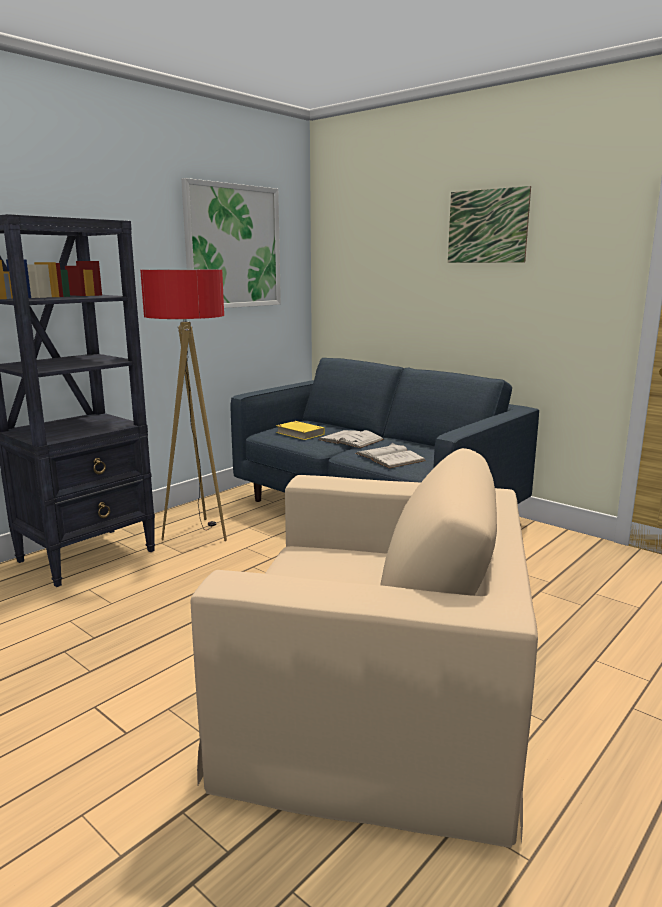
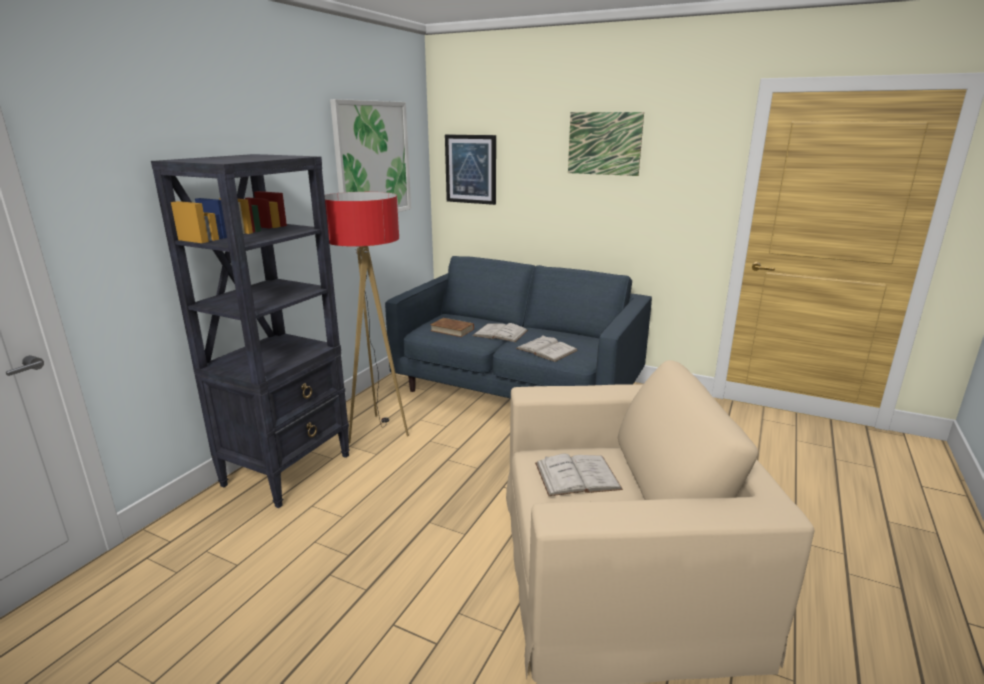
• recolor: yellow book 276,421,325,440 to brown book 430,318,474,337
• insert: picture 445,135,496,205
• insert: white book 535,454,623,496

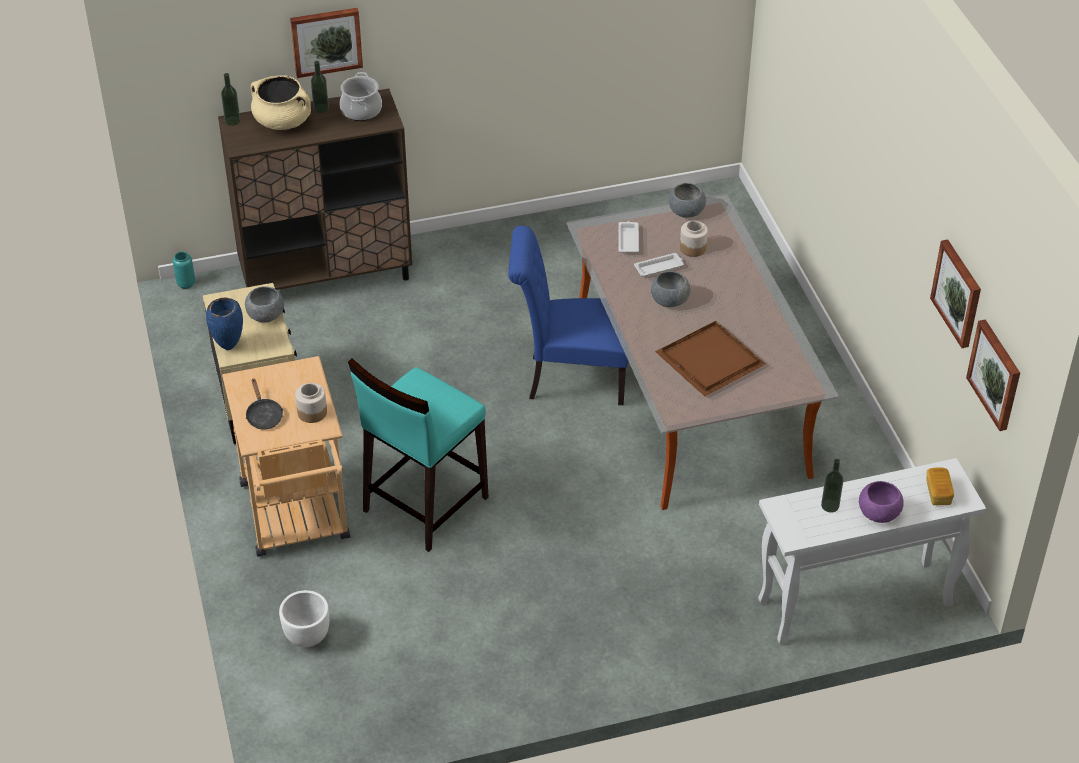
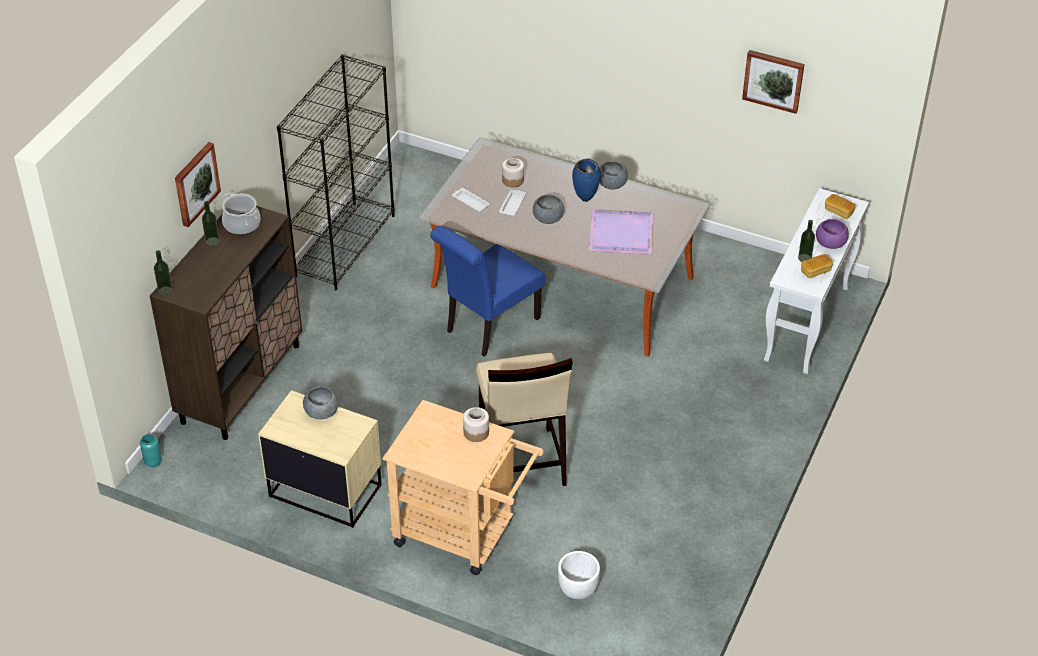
• insert: black bookcase 277,54,395,290
• recolor: turquoise stool 348,358,489,552 to beige stool 476,353,573,486
• move: blue vase 206,298,243,350 to 572,159,601,202
• recolor: brown tray 655,321,765,396 to purple tray 589,210,653,255
• move: grey bowl 669,183,706,217 to 599,161,628,189
• insert: bread 801,254,833,278
• delete: black frying pan 246,378,283,429
• delete: beige cooking pot 251,75,311,130
• delete: picture 966,319,1020,431

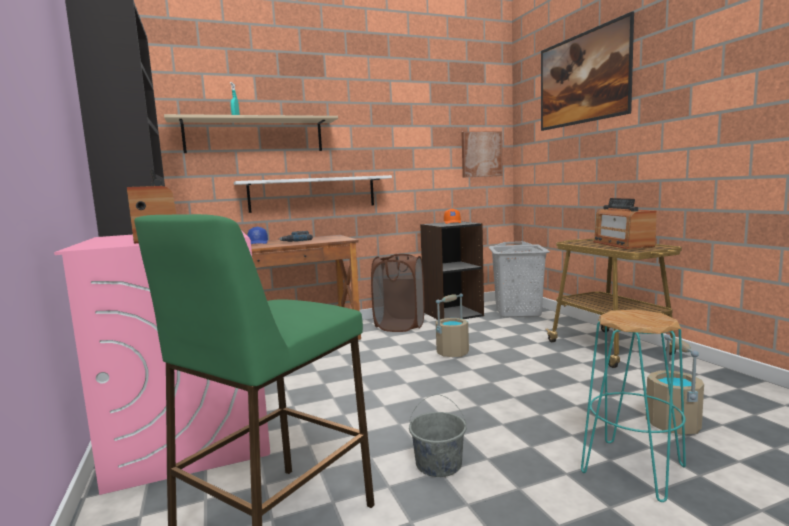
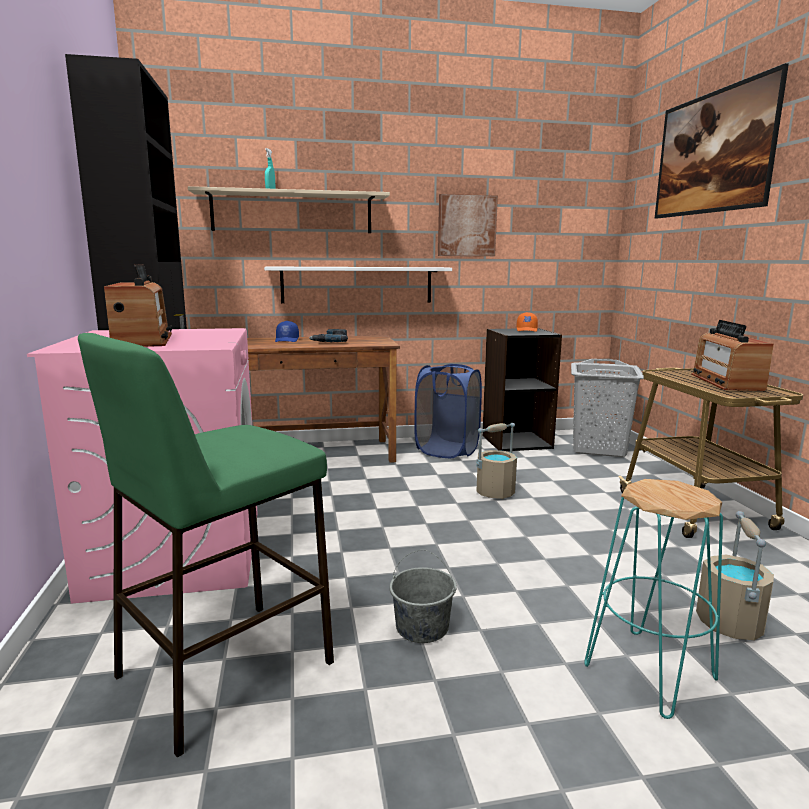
• recolor: brown laundry basket 371,254,424,332 to blue laundry basket 414,364,482,458
• move: picture 462,132,503,178 to 438,194,498,256

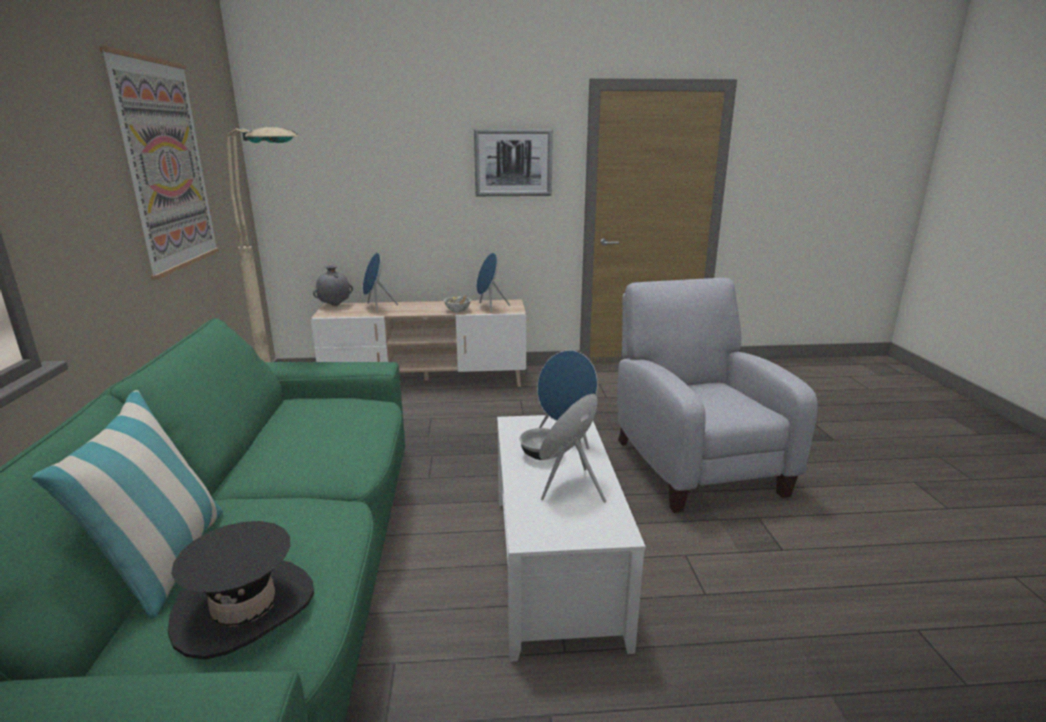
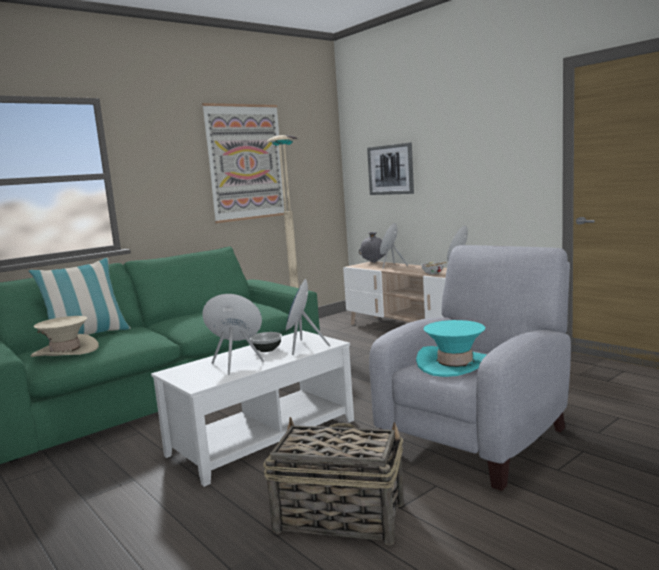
• recolor: black hat 168,521,314,660 to beige hat 31,316,99,357
• insert: basket 263,417,404,546
• move: picture 474,129,553,196 to 367,142,414,195
• insert: turquoise hat 416,320,486,377

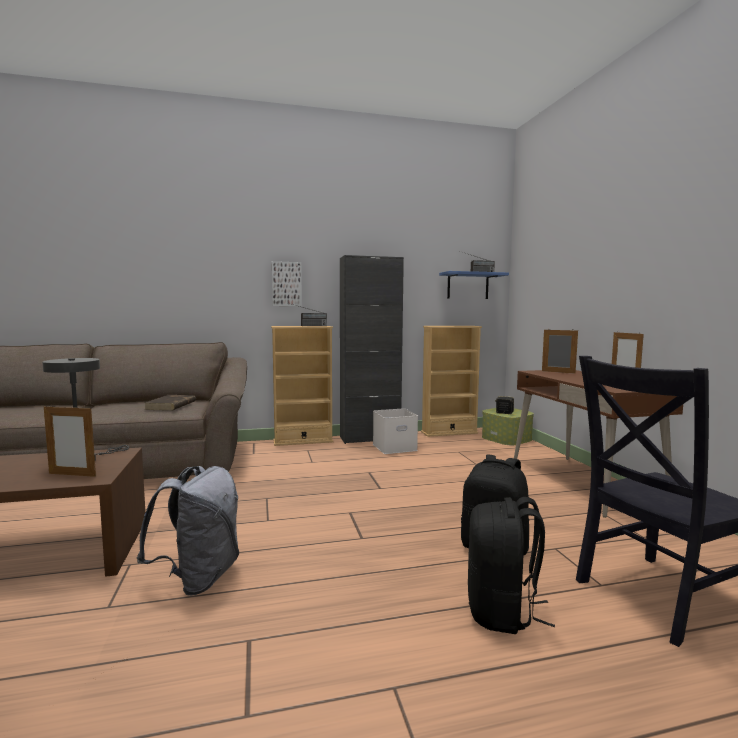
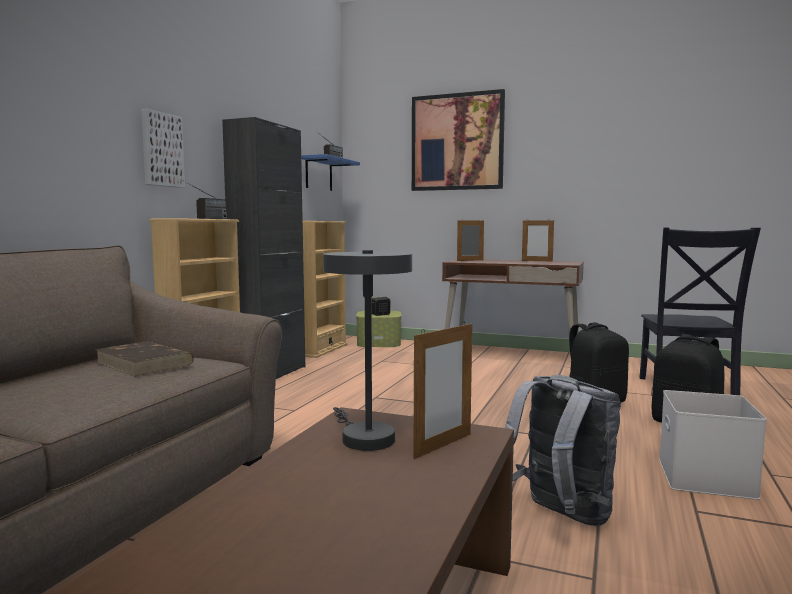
• insert: picture 412,89,505,191
• move: white storage box 373,408,418,454 to 659,390,767,500

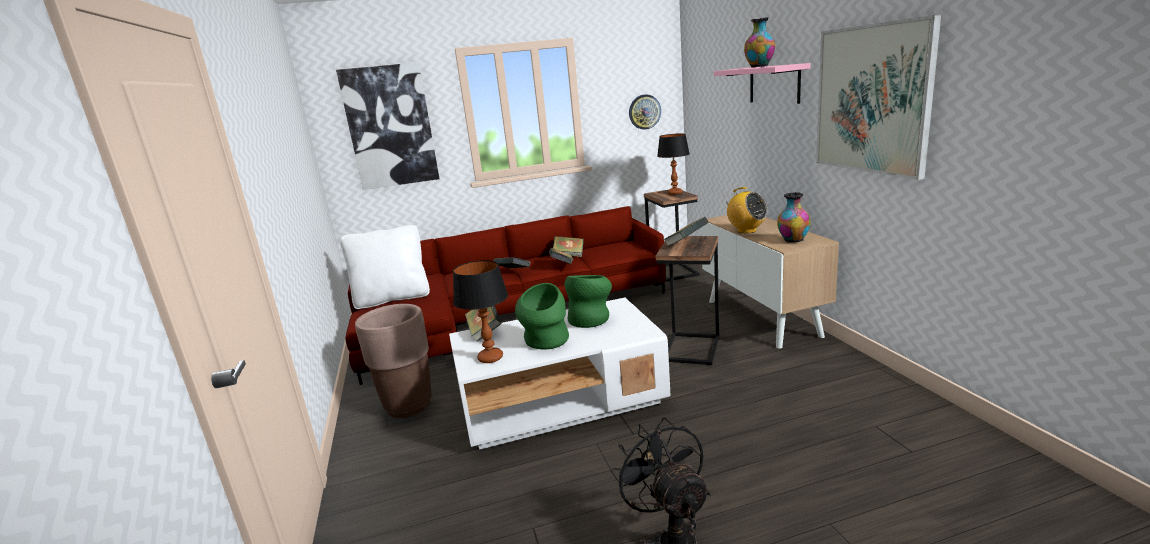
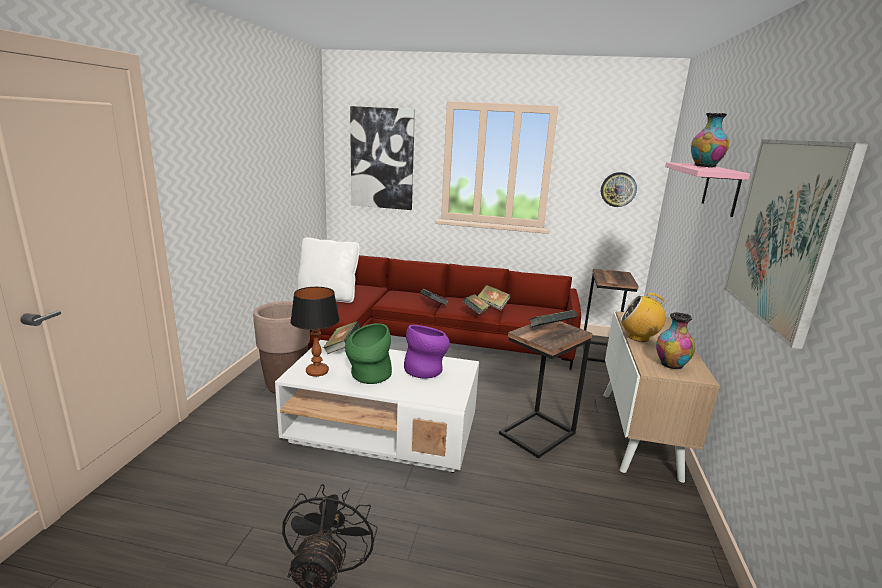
• recolor: green vase 565,275,612,328 to purple vase 404,325,450,379
• rotate: radio 725,187,767,234 = 620,293,666,342 120 degrees clockwise
• delete: table lamp 657,133,690,195

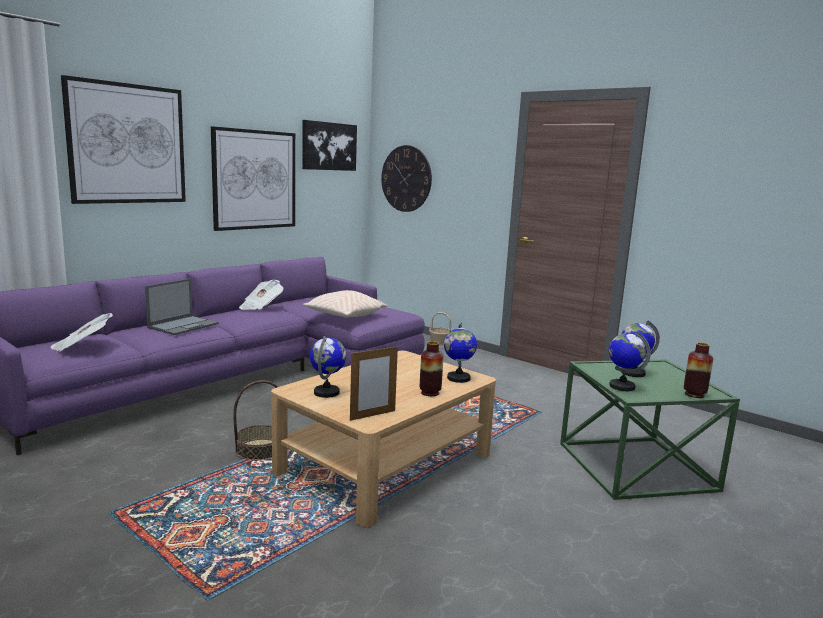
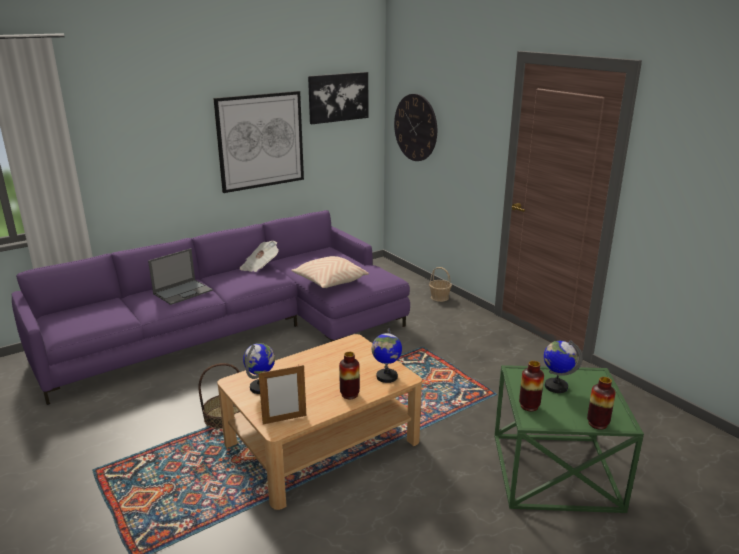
• replace: globe 609,331,651,391 to vase 519,361,544,411
• delete: newspaper 50,313,113,352
• delete: picture 61,75,186,204

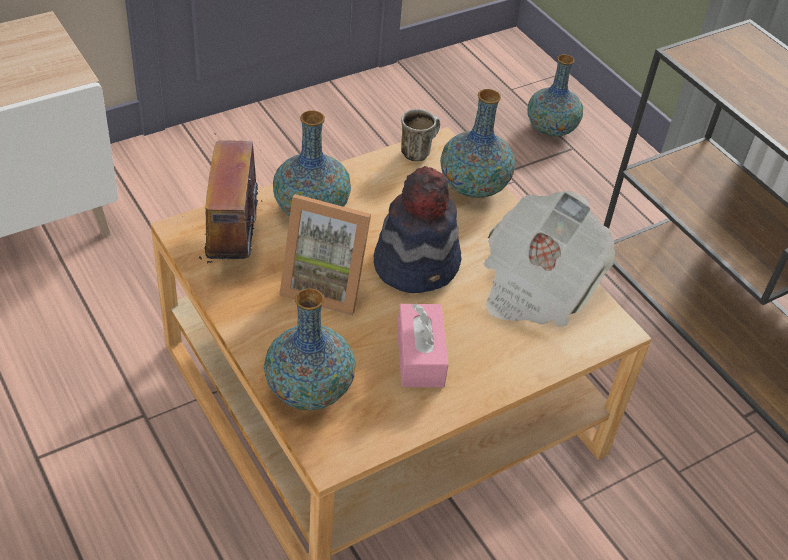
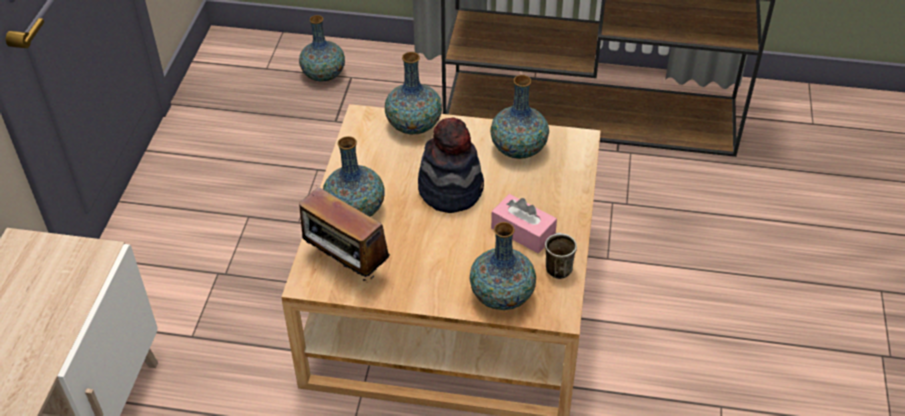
• replace: newspaper 484,191,615,327 to vase 490,75,549,159
• move: mug 401,109,440,161 to 545,233,577,279
• delete: picture frame 279,194,371,316

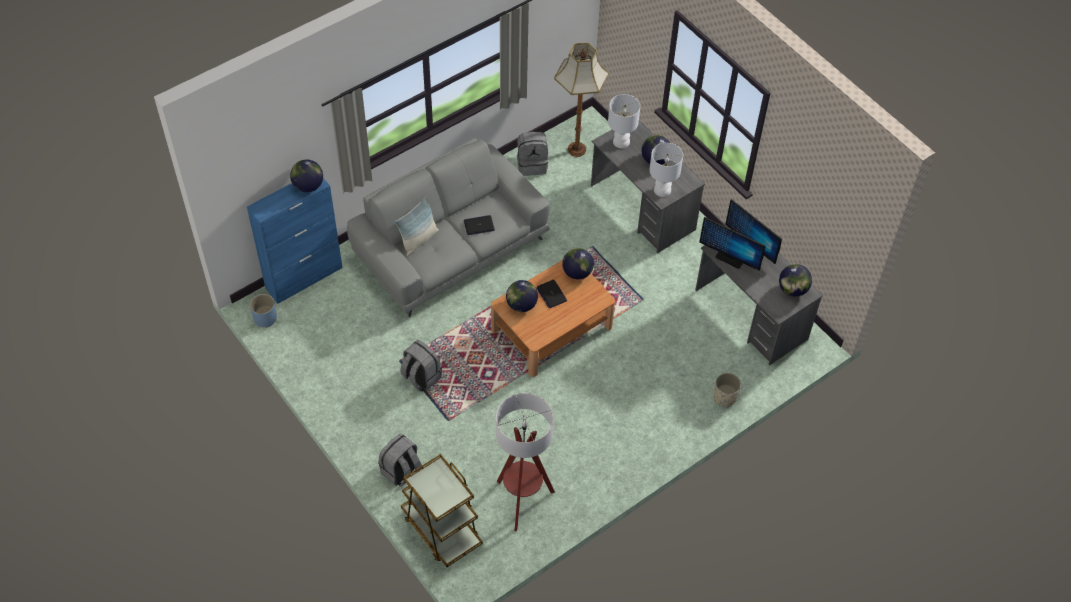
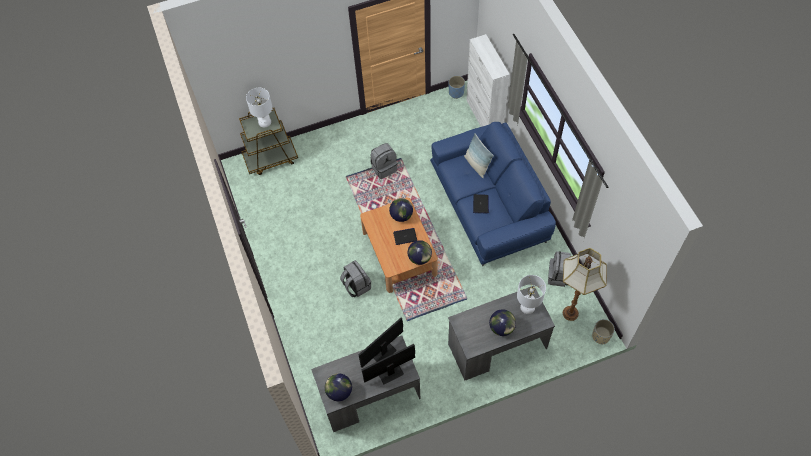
• move: white table lamp 649,143,683,197 to 246,88,273,127
• move: grey backpack 378,433,422,486 to 340,260,371,297
• recolor: grey sofa 347,138,550,317 to blue sofa 430,122,556,266
• recolor: blue cabinet 247,178,343,304 to white cabinet 466,34,510,127
• move: beige planter 713,373,741,407 to 592,319,615,345
• delete: globe 290,159,323,192
• delete: floor lamp 496,393,555,531

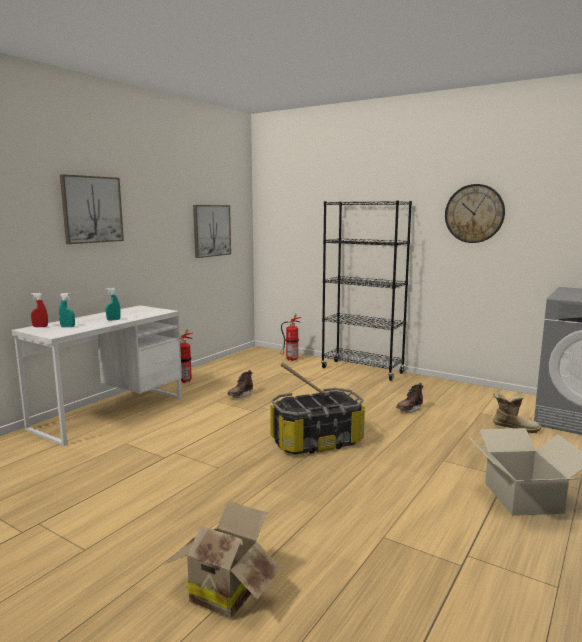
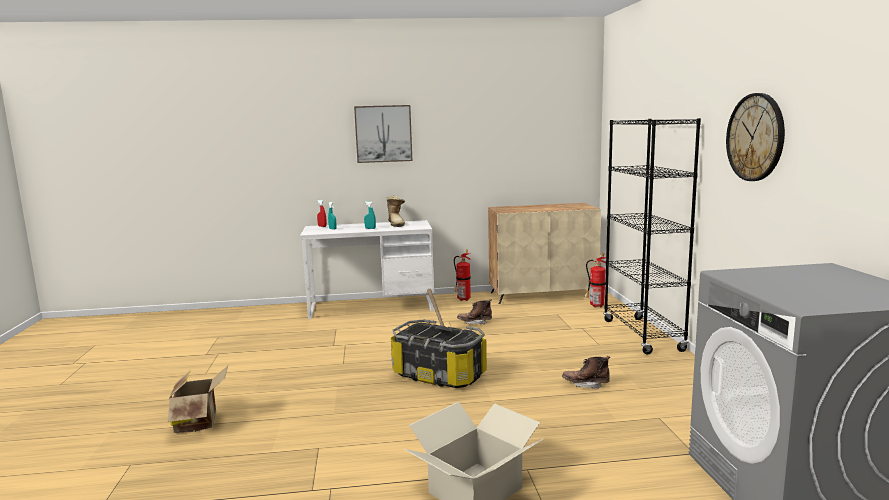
• move: boot 493,392,541,433 to 387,196,405,227
• insert: beige cabinet 488,203,601,304
• delete: picture 193,205,231,258

